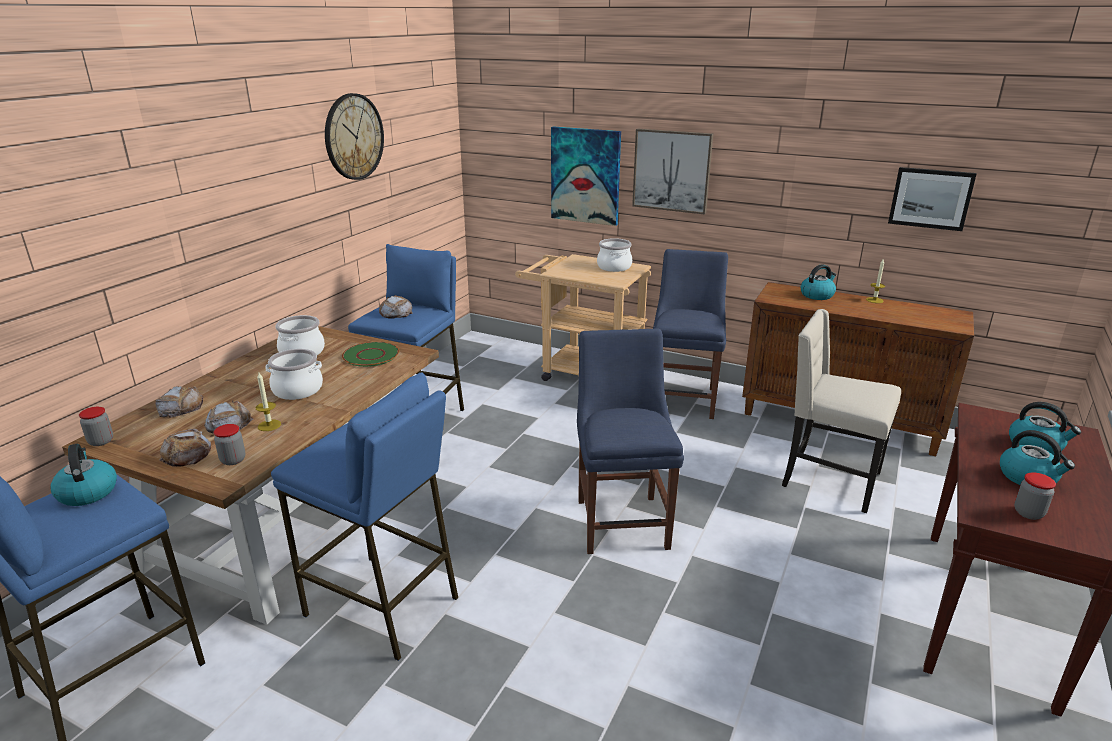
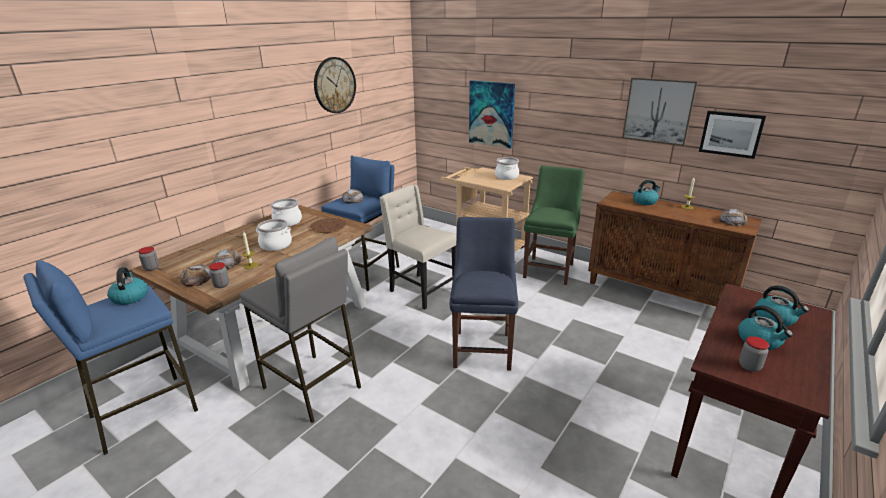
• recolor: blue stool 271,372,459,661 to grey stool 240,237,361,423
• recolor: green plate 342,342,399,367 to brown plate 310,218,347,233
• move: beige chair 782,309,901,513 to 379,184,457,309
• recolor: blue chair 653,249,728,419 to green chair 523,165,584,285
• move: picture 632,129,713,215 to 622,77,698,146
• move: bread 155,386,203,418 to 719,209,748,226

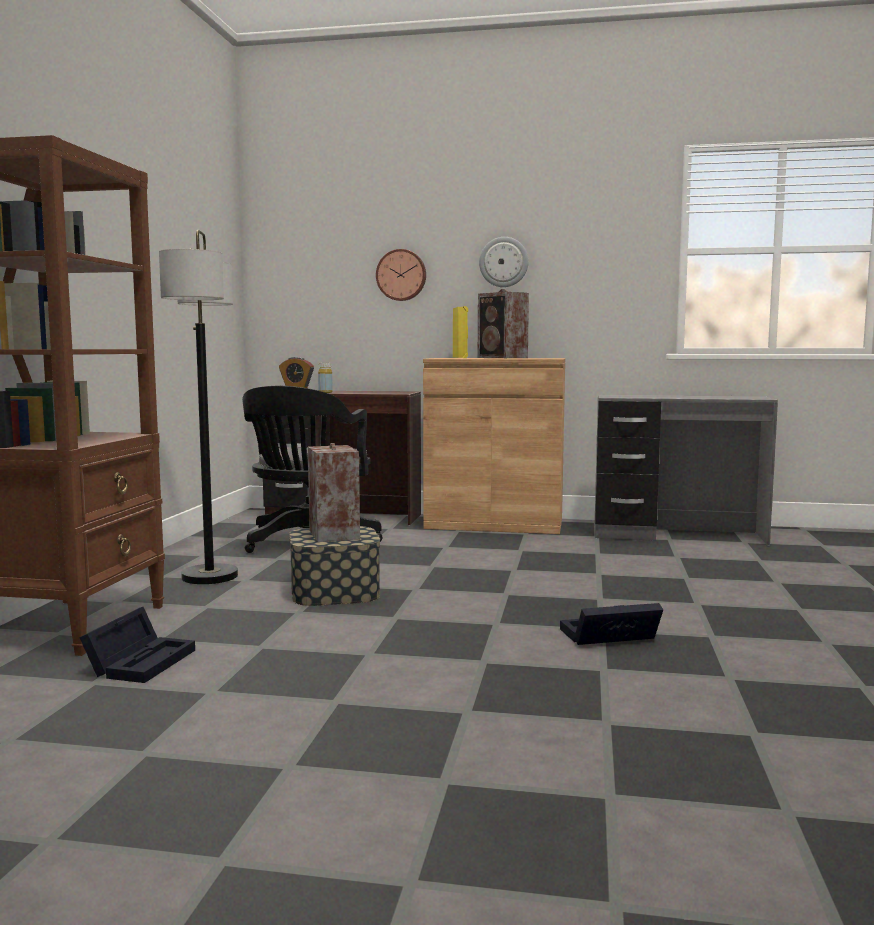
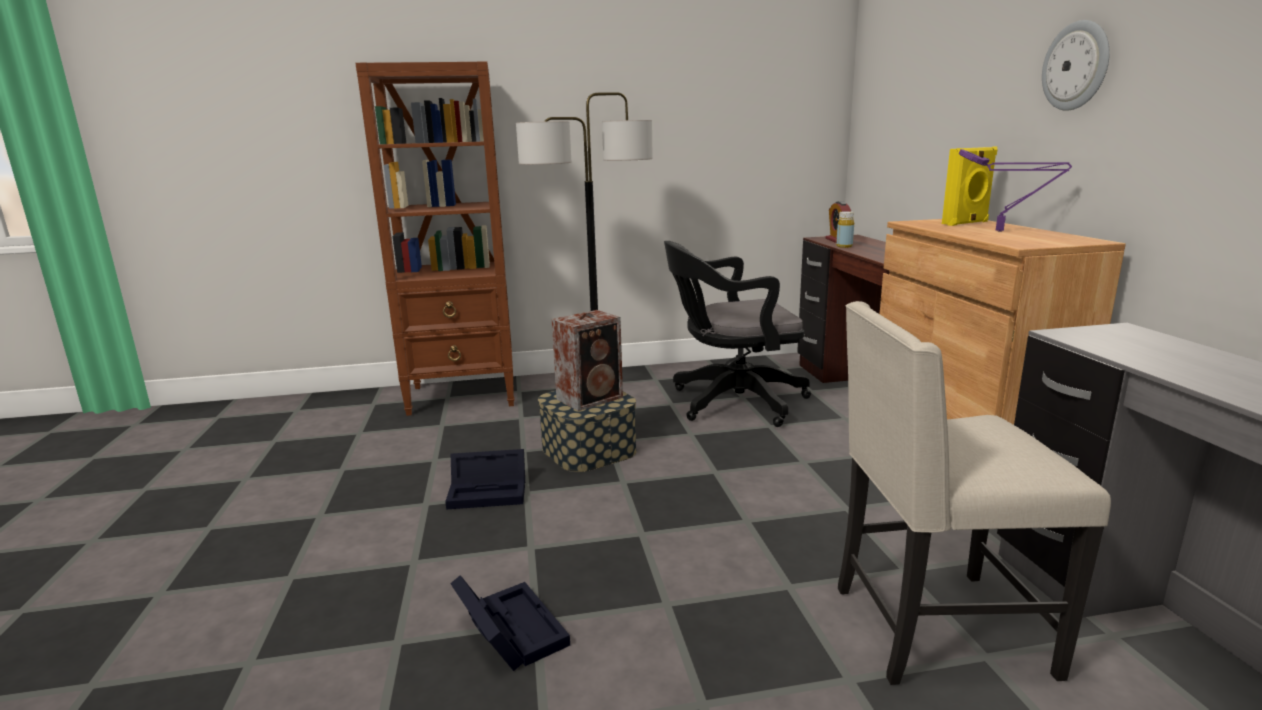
• move: black storage box 79,607,195,683 to 445,449,525,510
• insert: beige chair 838,301,1111,685
• replace: speaker 478,289,529,358 to purple table lamp 959,149,1072,231
• delete: wall clock 376,249,426,301

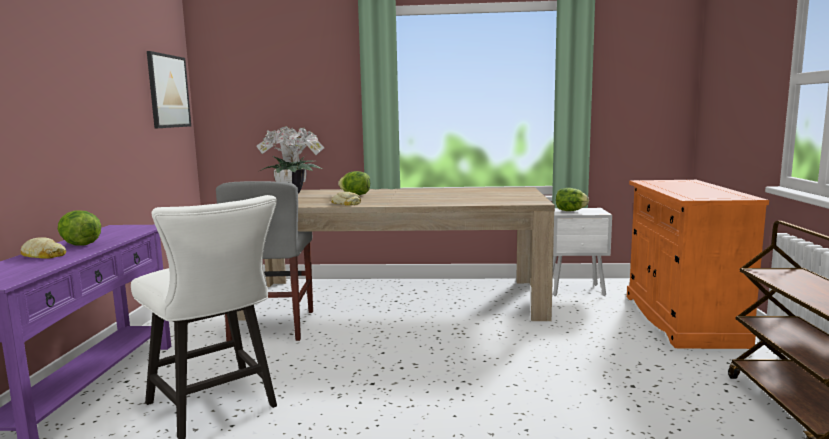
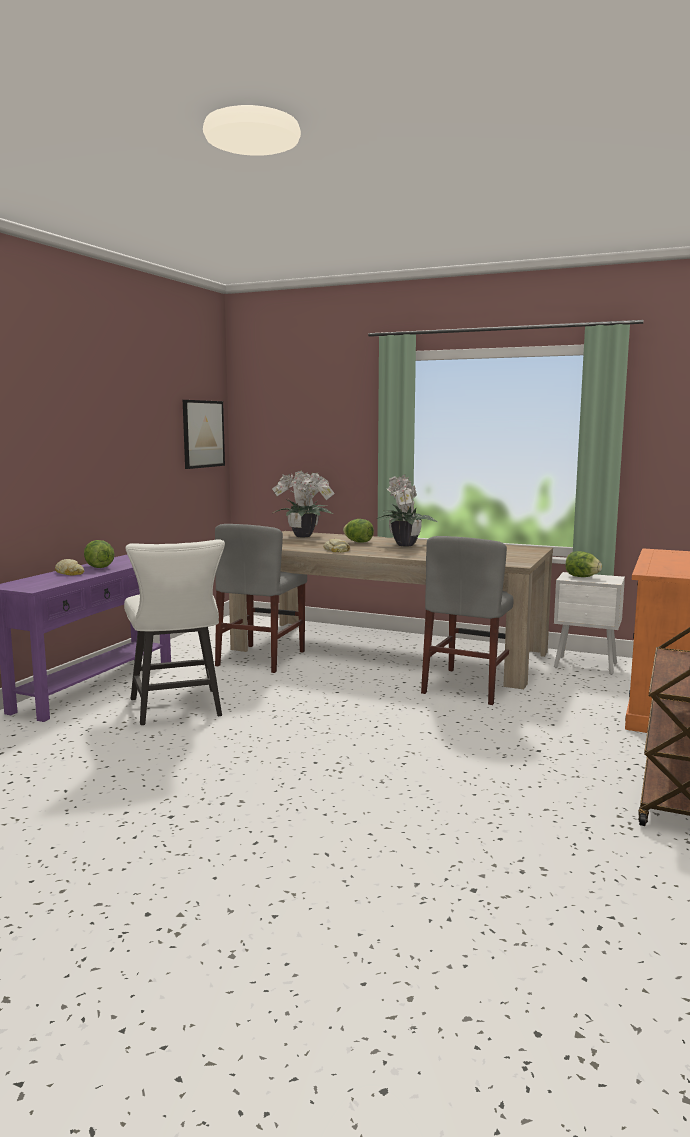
• insert: potted plant 377,475,437,546
• insert: grey chair 421,536,514,705

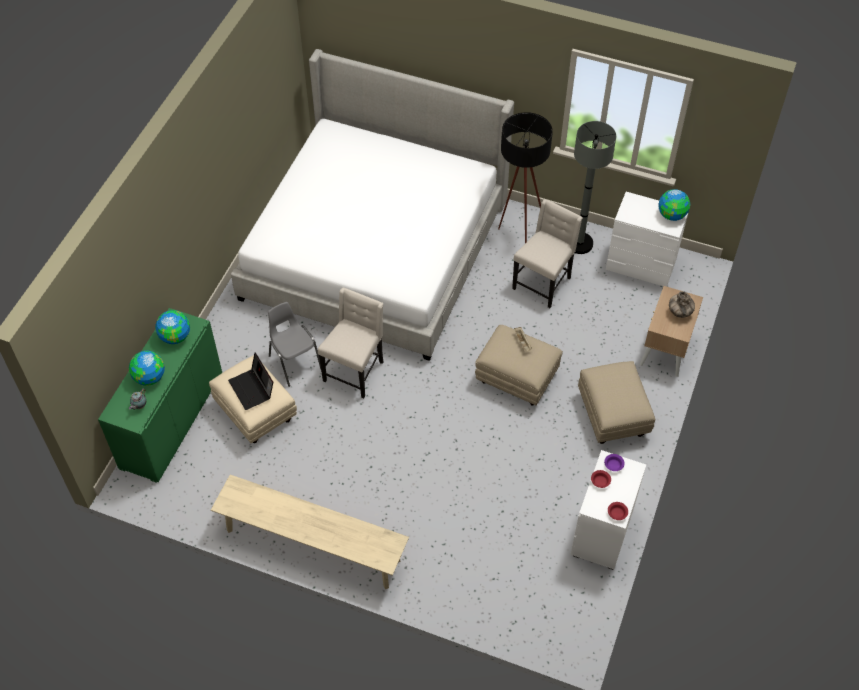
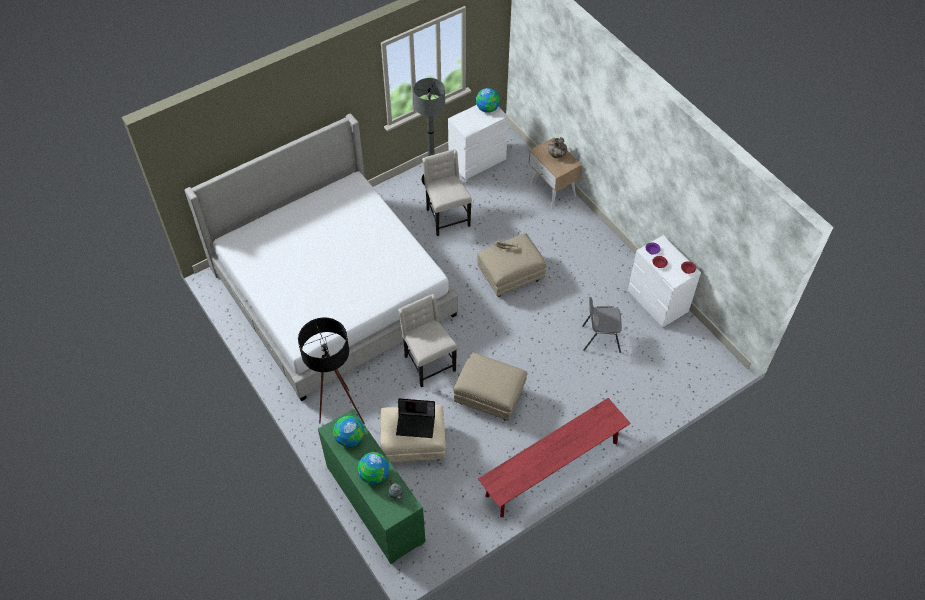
• move: black floor lamp 498,112,553,243 to 298,317,365,424
• move: beige ottoman 578,361,655,444 to 453,352,528,421
• recolor: beige bench 211,474,409,589 to red bench 478,398,631,517
• move: grey chair 268,302,321,387 to 582,297,622,353

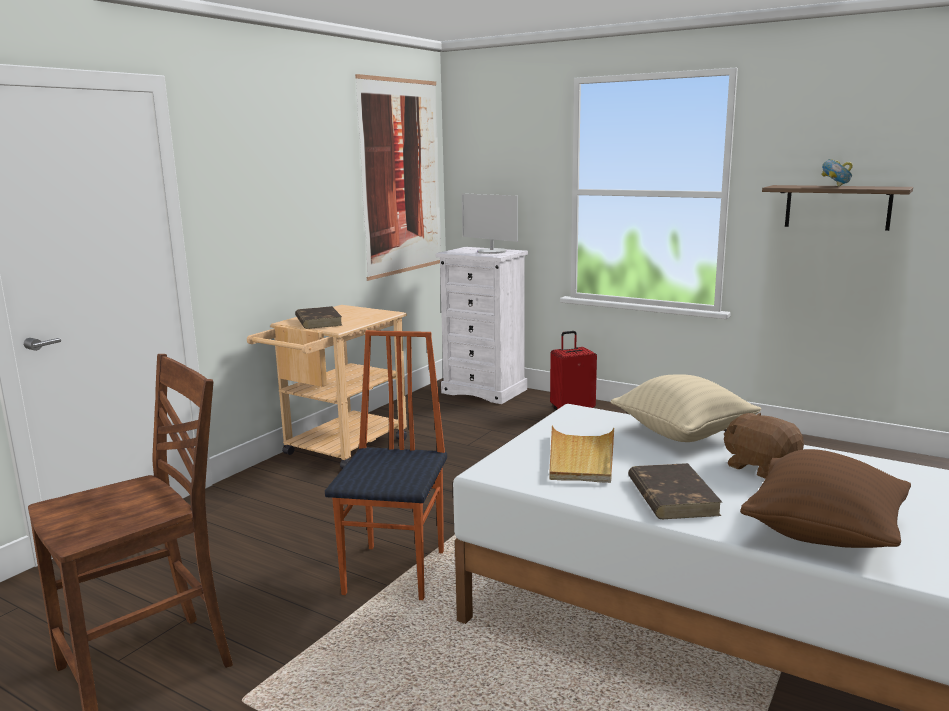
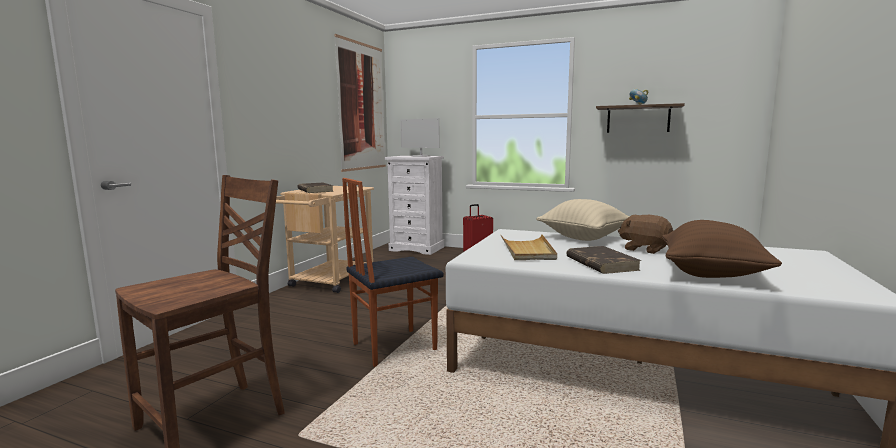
• rotate: chair 325,330,447,600 = 342,178,443,367 120 degrees counterclockwise

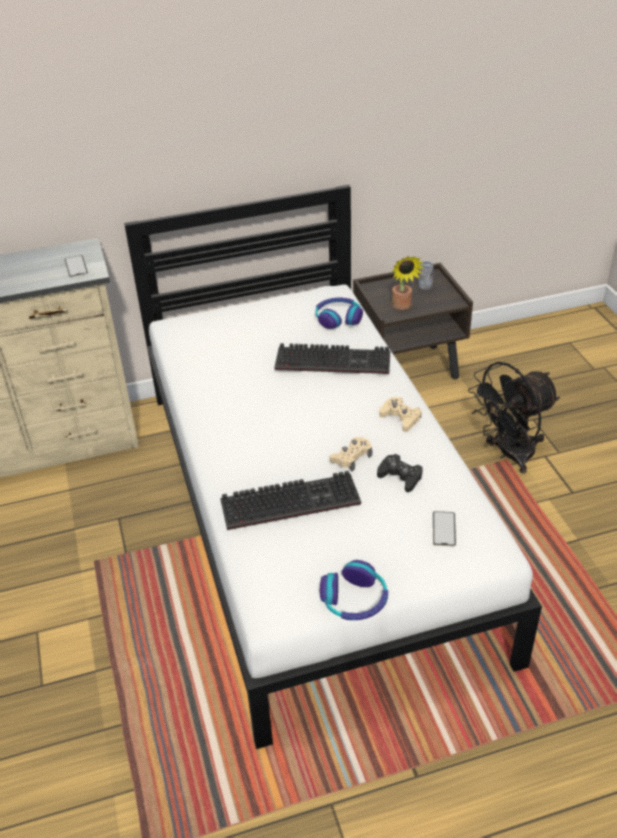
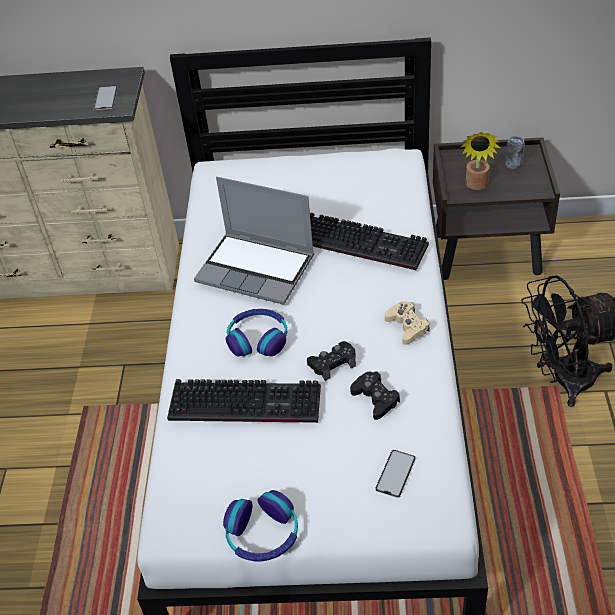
• insert: laptop 194,177,314,305
• move: headphones 315,298,363,329 to 226,309,287,356
• recolor: beige game controller 330,437,372,472 to black game controller 307,341,356,381

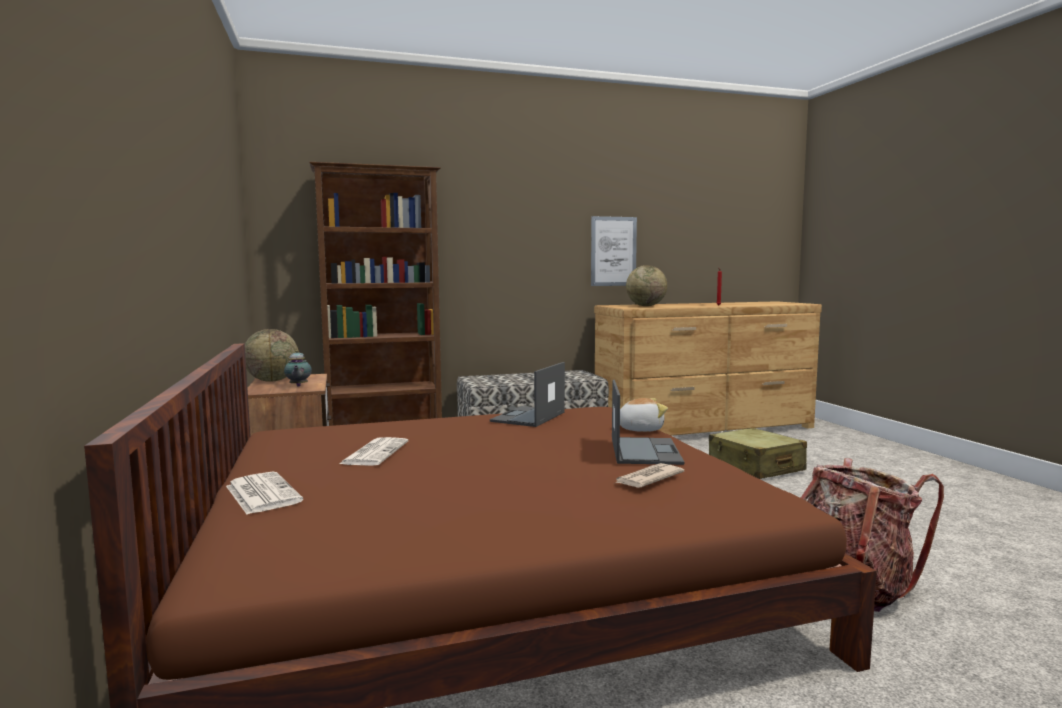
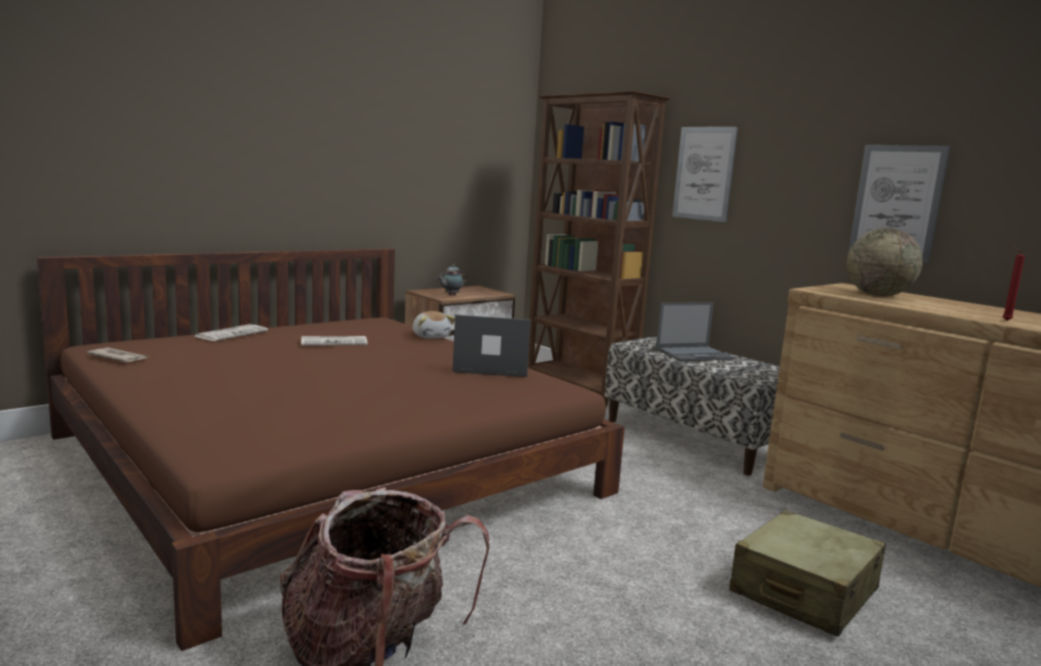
• move: newspaper 615,463,684,488 to 87,348,149,362
• move: plush toy 620,398,668,432 to 413,311,455,339
• move: laptop 612,380,684,465 to 656,303,735,361
• insert: picture 672,127,738,222
• delete: globe 245,329,299,382

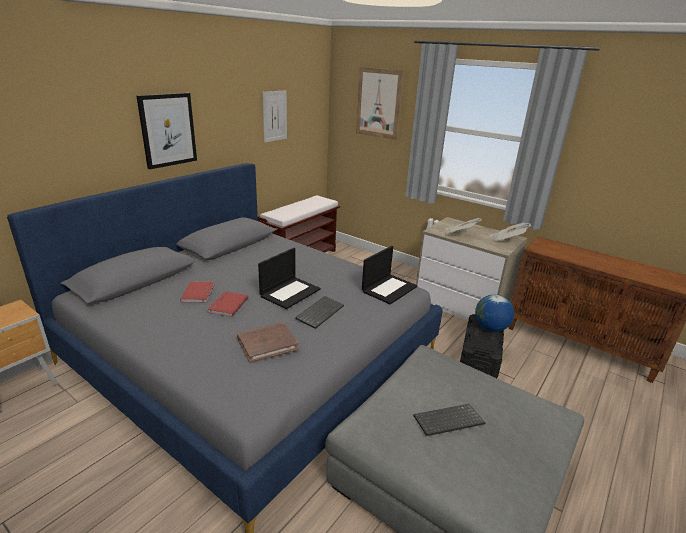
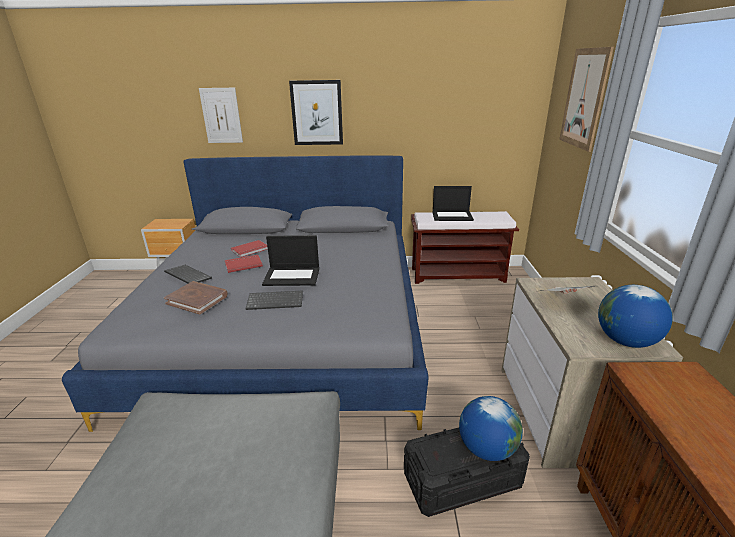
• move: keyboard 413,404,485,436 to 164,265,212,283
• move: picture 262,90,287,142 to 199,88,243,143
• move: laptop 362,246,417,305 to 432,186,474,221
• replace: newspaper 490,222,531,241 to globe 598,285,673,348

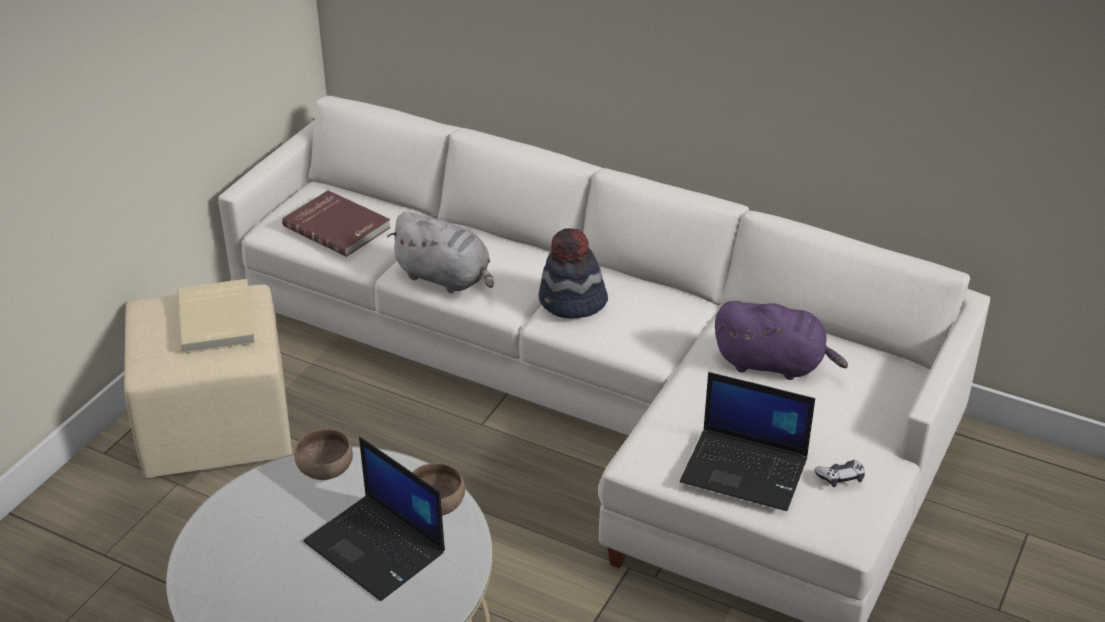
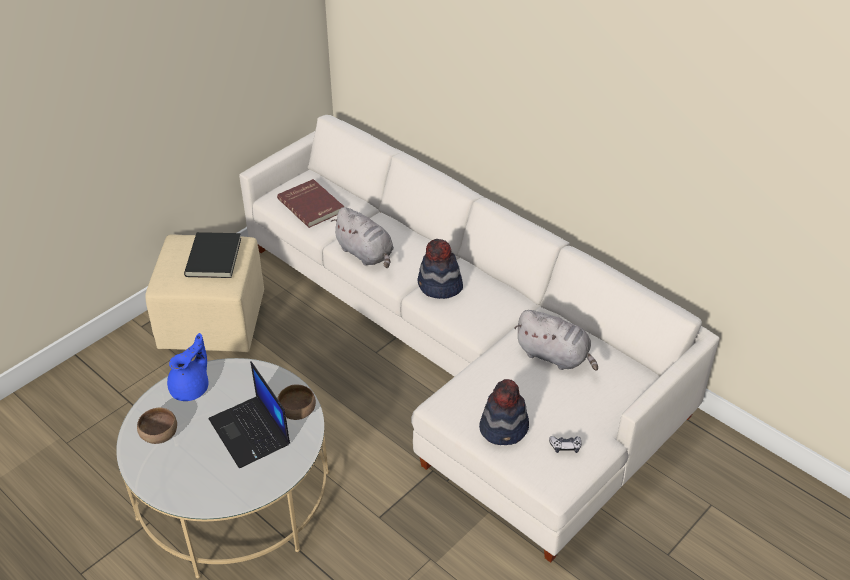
• move: brown bowl 294,429,353,480 to 137,408,177,444
• insert: blue teapot 167,333,208,401
• recolor: beige book 177,279,255,353 to black book 184,232,241,278
• replace: laptop 680,372,815,511 to hat 479,379,529,445
• recolor: purple plush toy 715,301,848,380 to grey plush toy 515,310,598,371

